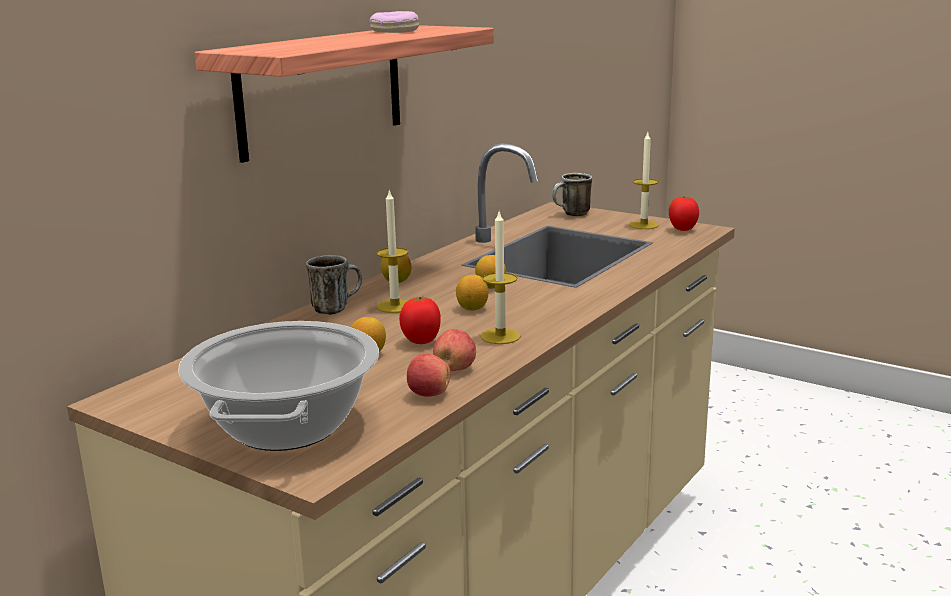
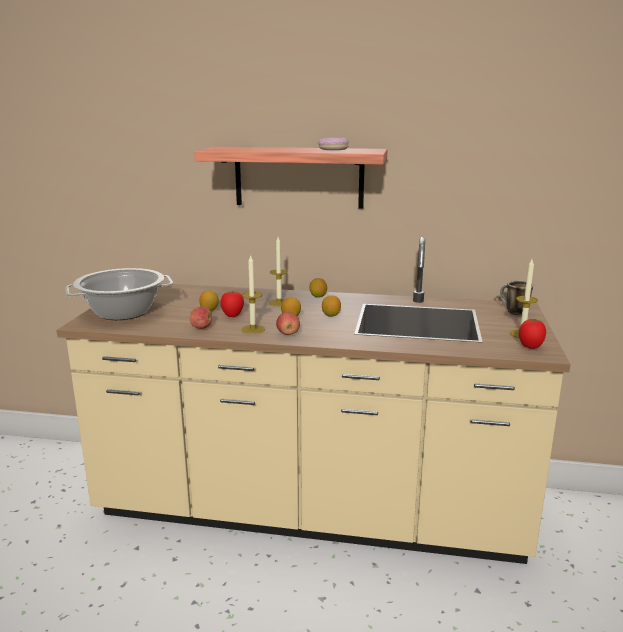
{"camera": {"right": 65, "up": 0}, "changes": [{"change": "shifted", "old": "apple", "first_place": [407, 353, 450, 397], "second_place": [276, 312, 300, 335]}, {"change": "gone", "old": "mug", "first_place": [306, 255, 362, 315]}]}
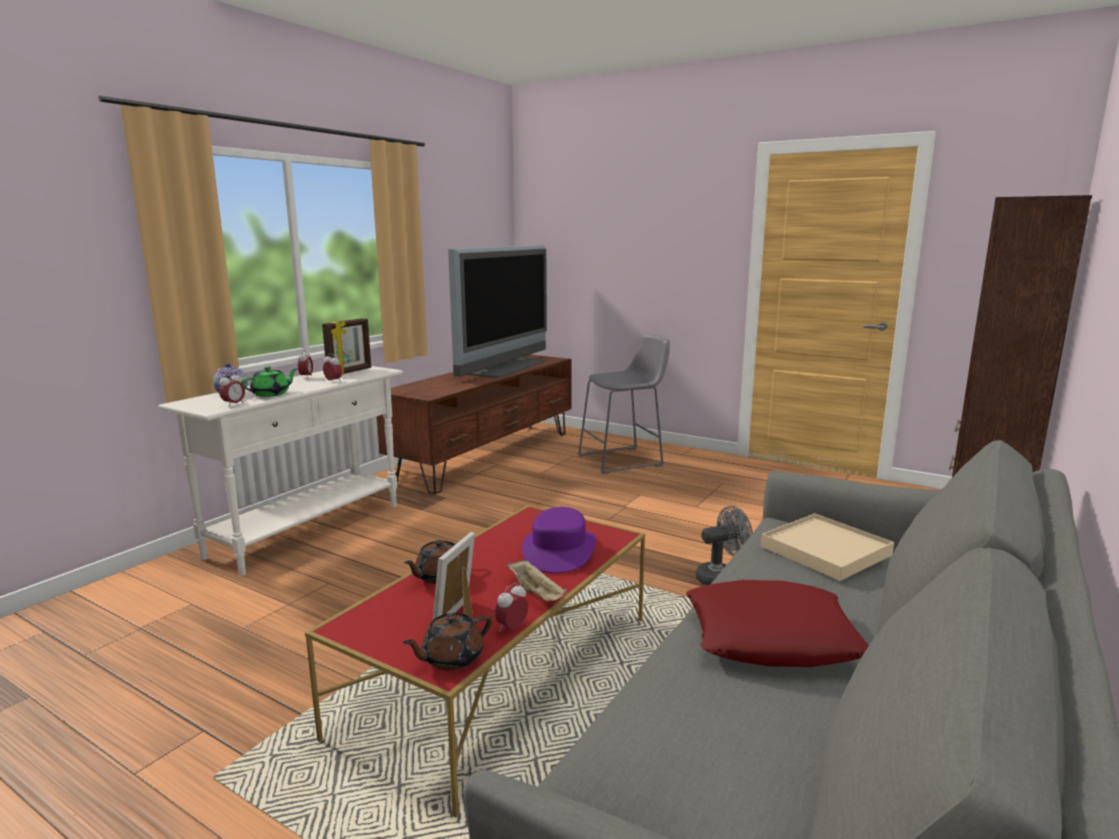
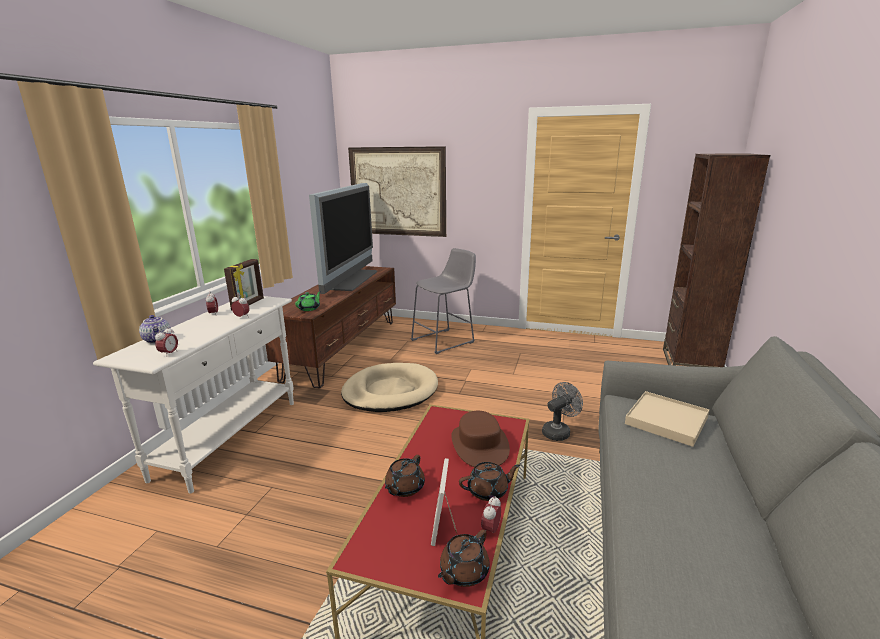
{"camera": {"right": -15, "up": 5}, "changes": [{"change": "shifted", "old": "teapot (green)", "first_place": [241, 367, 297, 397], "second_place": [295, 291, 321, 311]}, {"change": "new", "new": "dog bed (beige)", "second_place": [341, 363, 438, 412]}, {"change": "new", "new": "picture", "second_place": [348, 146, 446, 237]}, {"change": "repainted", "old": "hat (purple)", "new": "hat (brown)", "first_place": [522, 507, 596, 573], "second_place": [451, 411, 510, 467]}, {"change": "swapped", "old": "tray (beige)", "new": "teapot (brown)", "first_place": [507, 559, 567, 601], "second_place": [459, 462, 520, 501]}, {"change": "gone", "old": "pillow (red)", "first_place": [686, 580, 869, 667]}]}
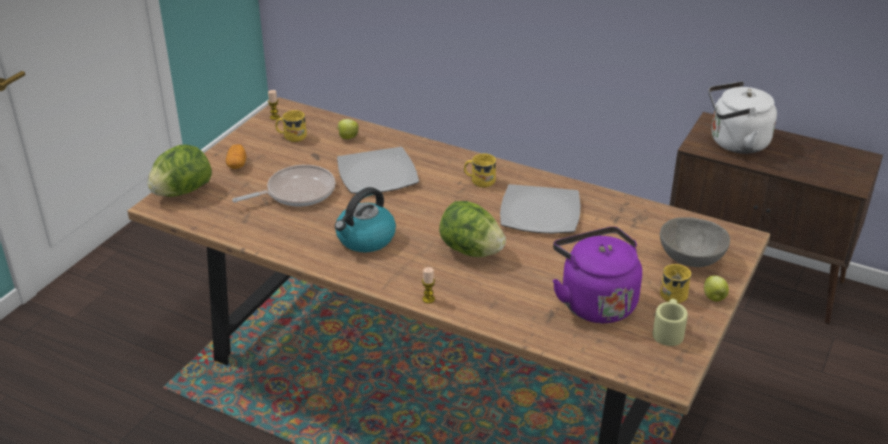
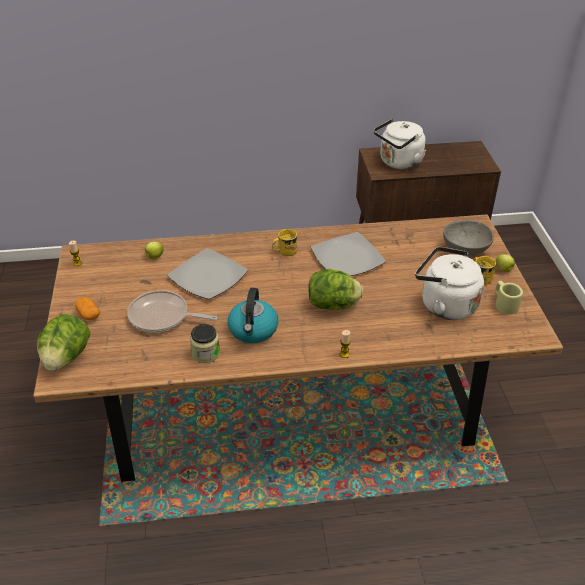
{"camera": {"right": -35, "up": 5}, "changes": [{"change": "rotated", "old": "frying pan", "first_place": [232, 165, 335, 206], "second_place": [127, 290, 217, 333], "degrees": -105}, {"change": "new", "new": "jar", "second_place": [190, 324, 220, 363]}, {"change": "repainted", "old": "kettle (purple)", "new": "kettle (white)", "first_place": [552, 227, 642, 323], "second_place": [415, 247, 484, 320]}, {"change": "gone", "old": "mug (yellow)", "first_place": [275, 110, 307, 142]}]}
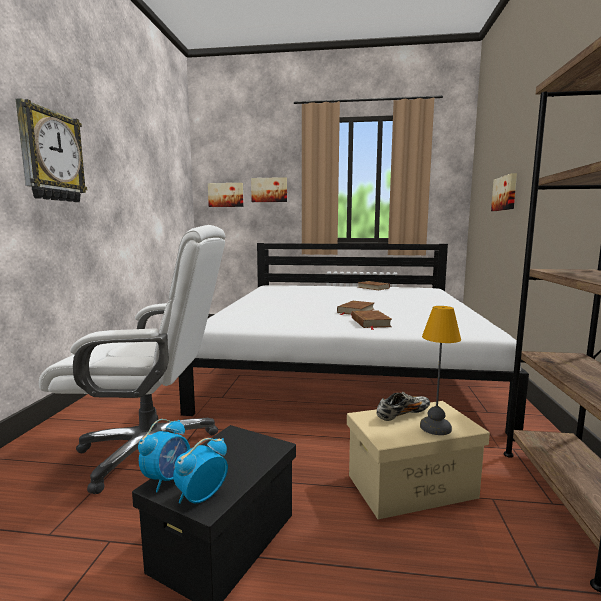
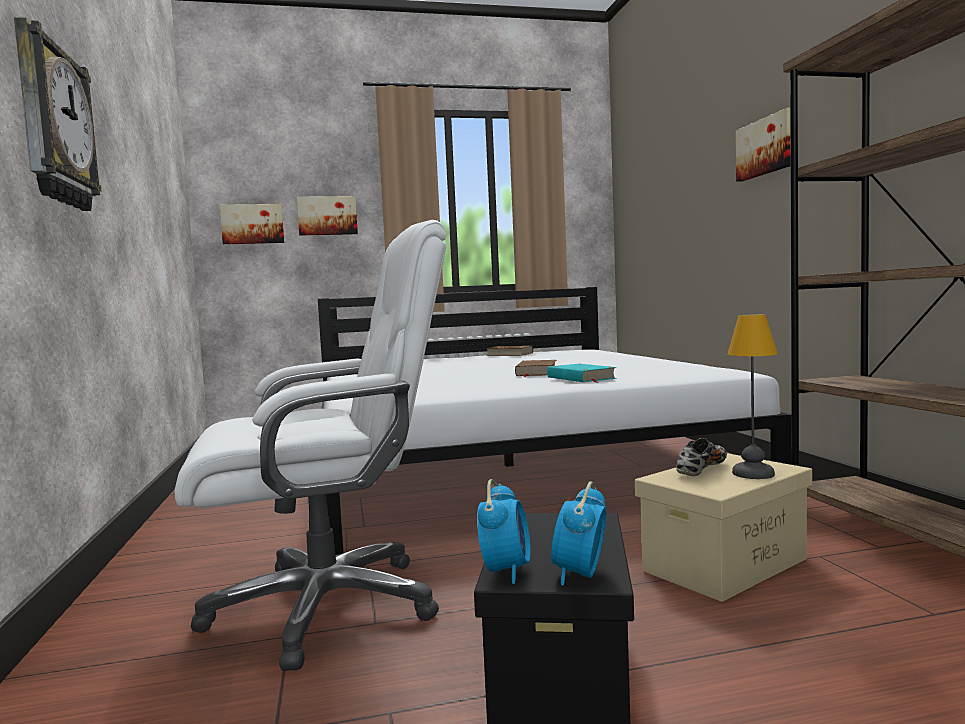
{"camera": {"right": -20, "up": -5}, "changes": [{"change": "repainted", "old": "book (brown)", "new": "book (turquoise)", "first_place": [352, 310, 392, 330], "second_place": [547, 364, 616, 383]}, {"change": "shifted", "old": "picture", "first_place": [491, 173, 517, 211], "second_place": [736, 107, 790, 181]}]}
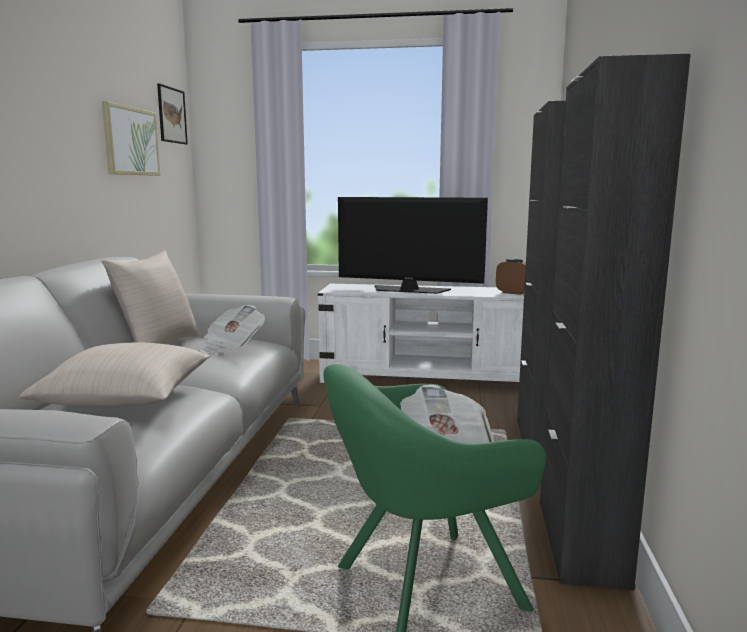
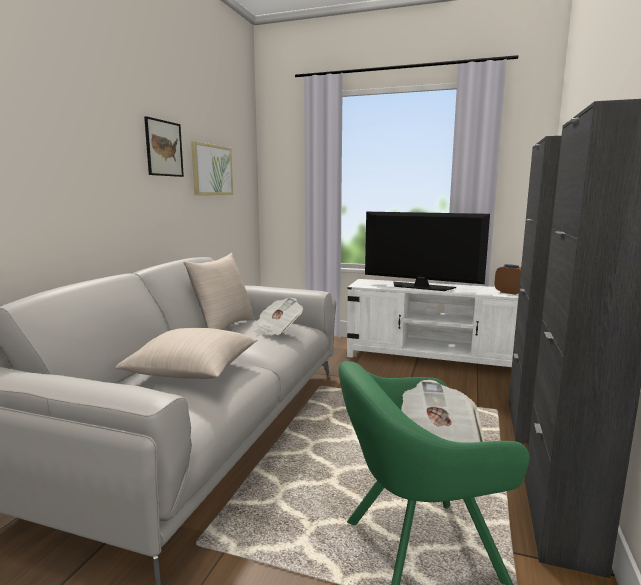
{"camera": {"right": 10, "up": 0}, "changes": [{"change": "shifted", "old": "picture", "first_place": [157, 83, 188, 144], "second_place": [144, 116, 184, 177]}]}
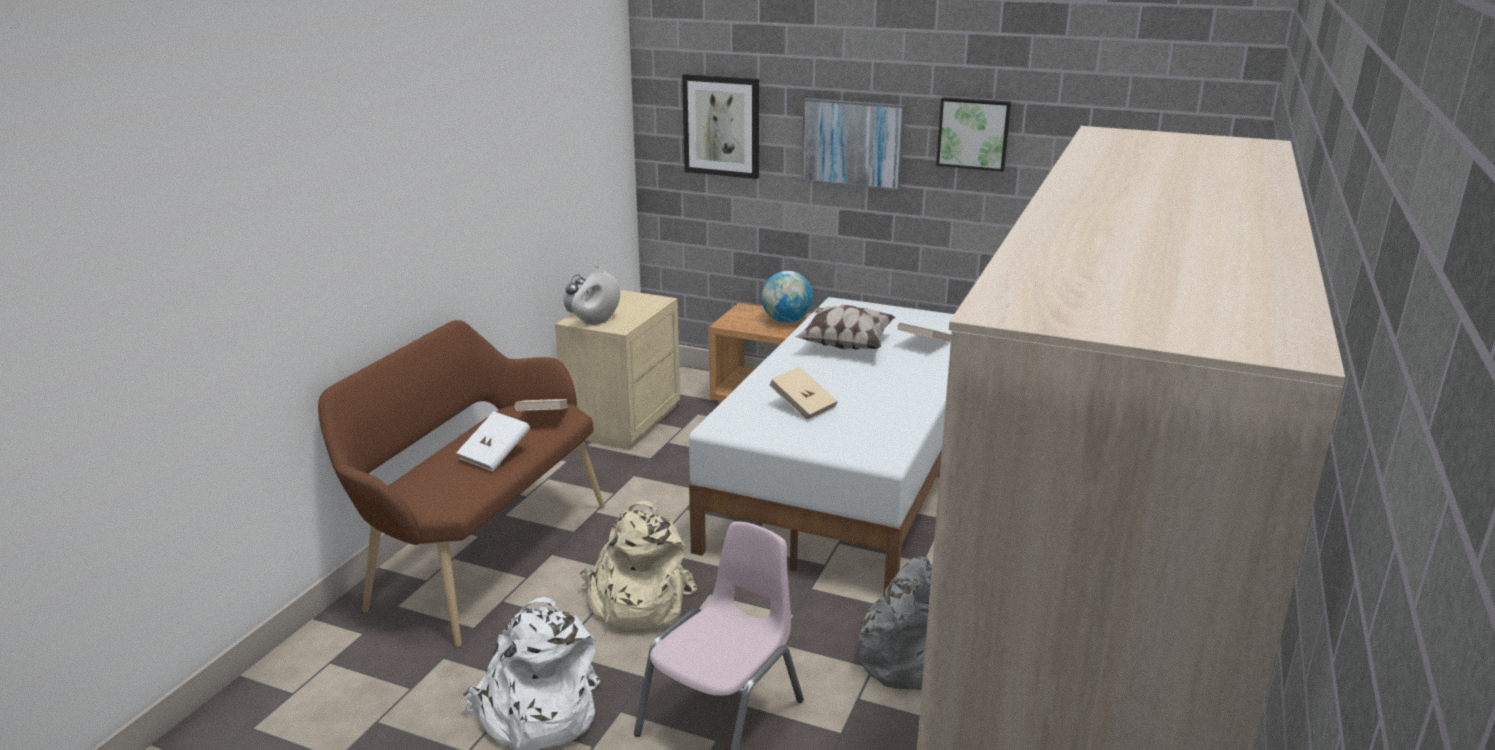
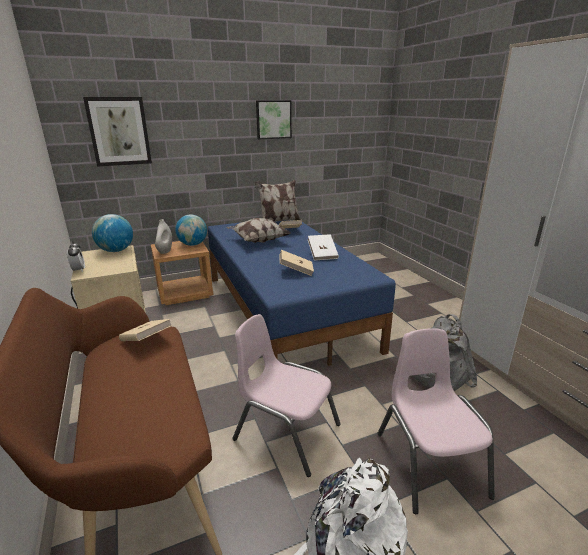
{"camera": {"right": -45, "up": 0}, "changes": [{"change": "new", "new": "globe", "second_place": [92, 214, 133, 252]}, {"change": "shifted", "old": "vase (white)", "first_place": [571, 266, 620, 325], "second_place": [155, 219, 172, 254]}, {"change": "repainted", "old": "bed (white)", "new": "bed (blue)", "first_place": [689, 297, 954, 597], "second_place": [208, 220, 396, 366]}, {"change": "swapped", "old": "backpack (beige)", "new": "chair (pink)", "first_place": [580, 501, 697, 630], "second_place": [232, 314, 341, 477]}, {"change": "new", "new": "pillow", "second_place": [254, 180, 301, 222]}, {"change": "shifted", "old": "book (white)", "first_place": [456, 411, 530, 472], "second_place": [307, 234, 339, 261]}, {"change": "gone", "old": "picture", "first_place": [802, 98, 905, 191]}]}
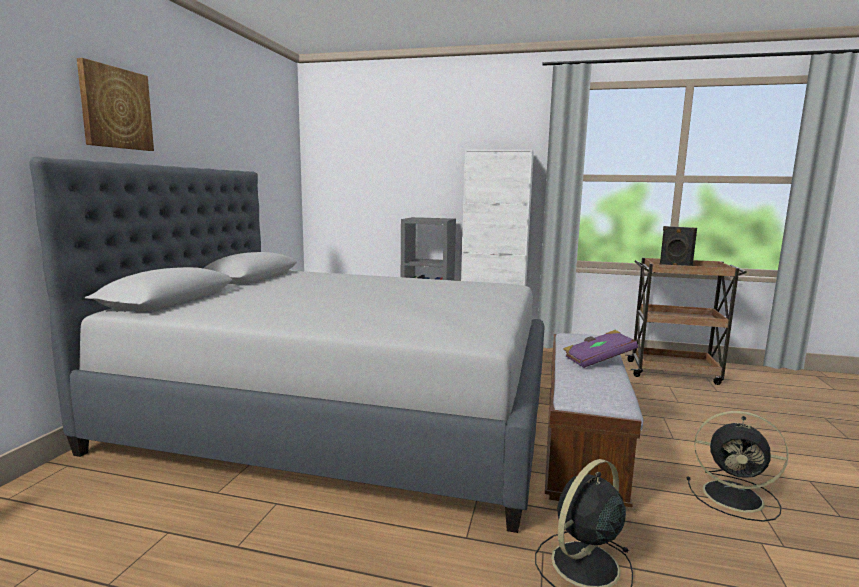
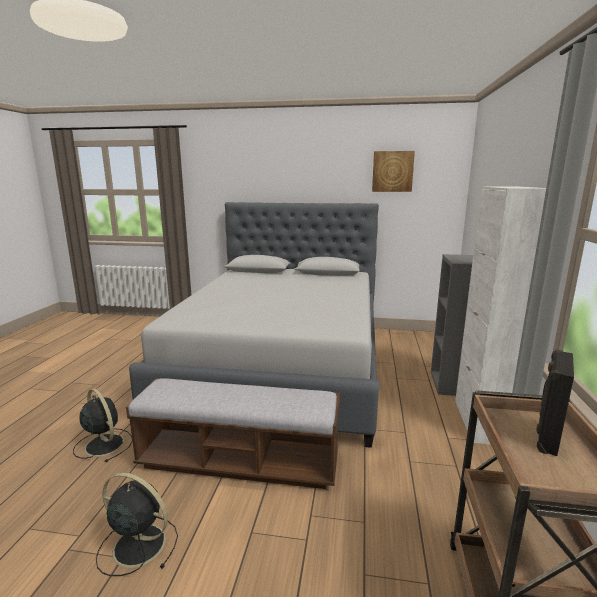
{"camera": {"right": 85, "up": 5}, "changes": [{"change": "rotated", "old": "fan (black)", "first_place": [687, 411, 789, 522], "second_place": [96, 472, 178, 576], "degrees": 90}, {"change": "shifted", "old": "picture", "first_place": [77, 58, 154, 151], "second_place": [372, 151, 415, 192]}, {"change": "gone", "old": "book (purple)", "first_place": [564, 330, 638, 368]}]}
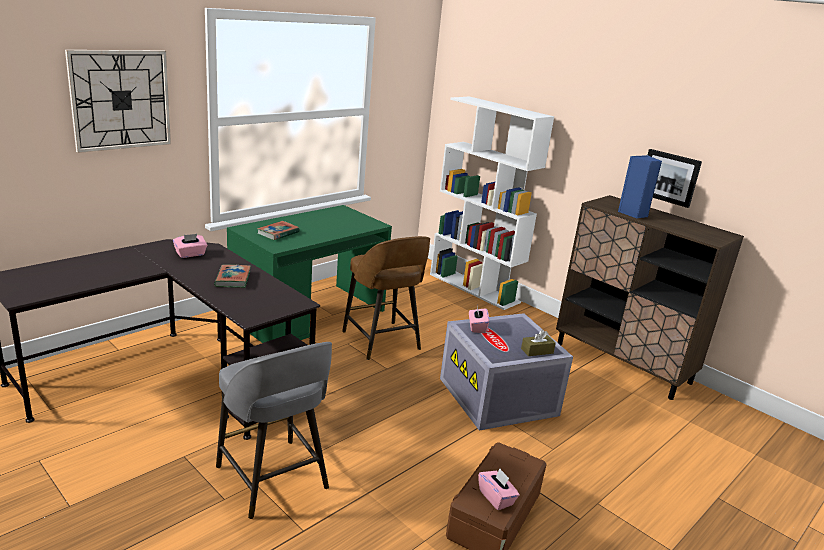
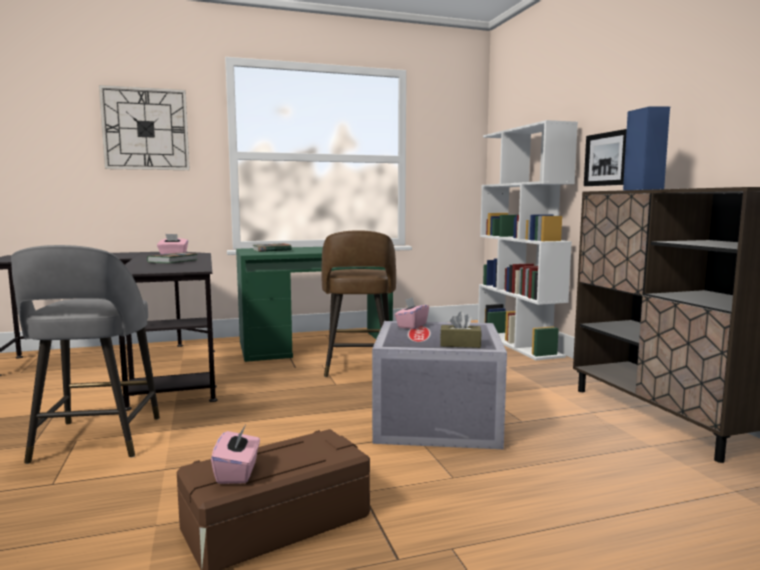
{"camera": {"right": 30, "up": -15}, "changes": [{"change": "shifted", "old": "picture", "first_place": [648, 149, 702, 208], "second_place": [584, 129, 627, 186]}]}
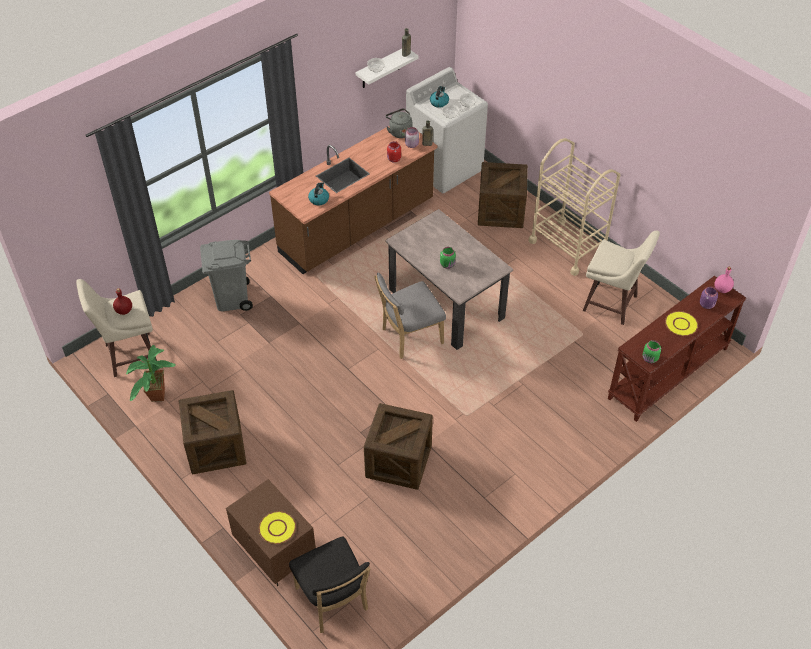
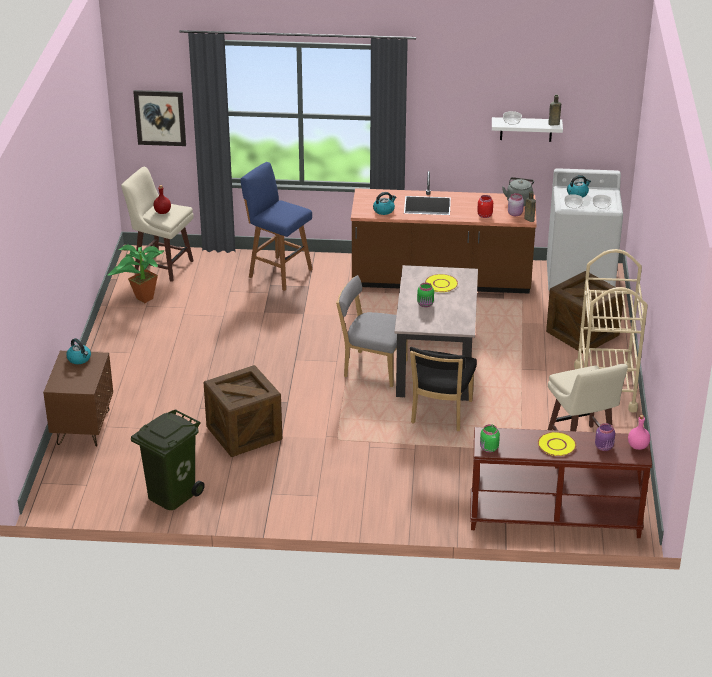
{"camera": {"right": 45, "up": -15}, "changes": [{"change": "new", "new": "kettle", "second_place": [66, 338, 91, 364]}, {"change": "new", "new": "trash can (green)", "second_place": [131, 409, 205, 510]}, {"change": "new", "new": "picture", "second_place": [133, 90, 186, 146]}, {"change": "swapped", "old": "trash can (grey)", "new": "stool (blue)", "first_place": [200, 240, 253, 311], "second_place": [240, 162, 313, 291]}, {"change": "shifted", "old": "chair (black)", "first_place": [289, 537, 371, 633], "second_place": [410, 347, 477, 431]}, {"change": "shifted", "old": "plate (yellow)", "first_place": [259, 511, 296, 544], "second_place": [425, 274, 458, 292]}, {"change": "gone", "old": "crate", "first_place": [179, 390, 246, 474]}]}
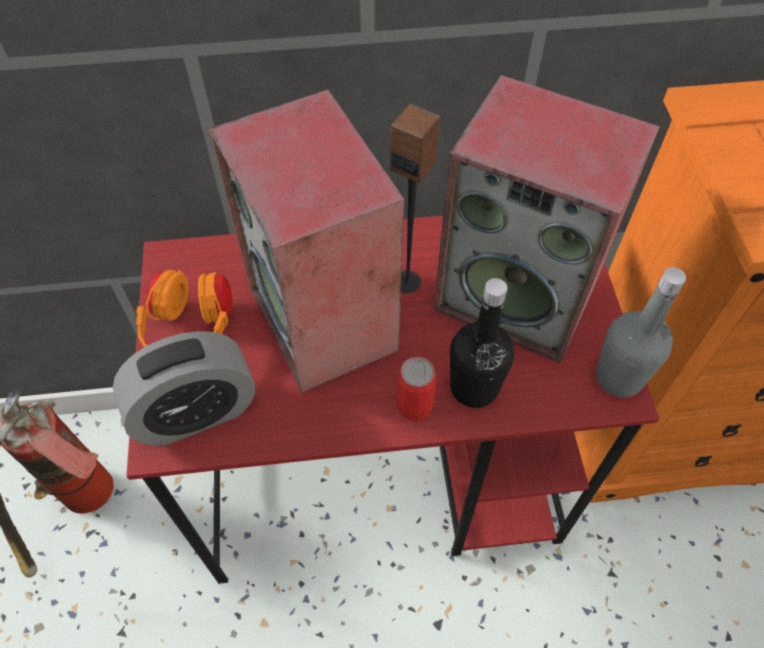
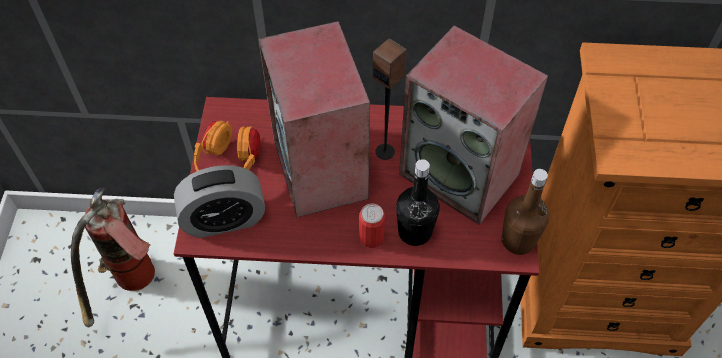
{"camera": {"right": 10, "up": 0}, "changes": [{"change": "repainted", "old": "bottle (grey)", "new": "bottle (brown)", "first_place": [596, 267, 686, 397], "second_place": [501, 169, 549, 255]}]}
